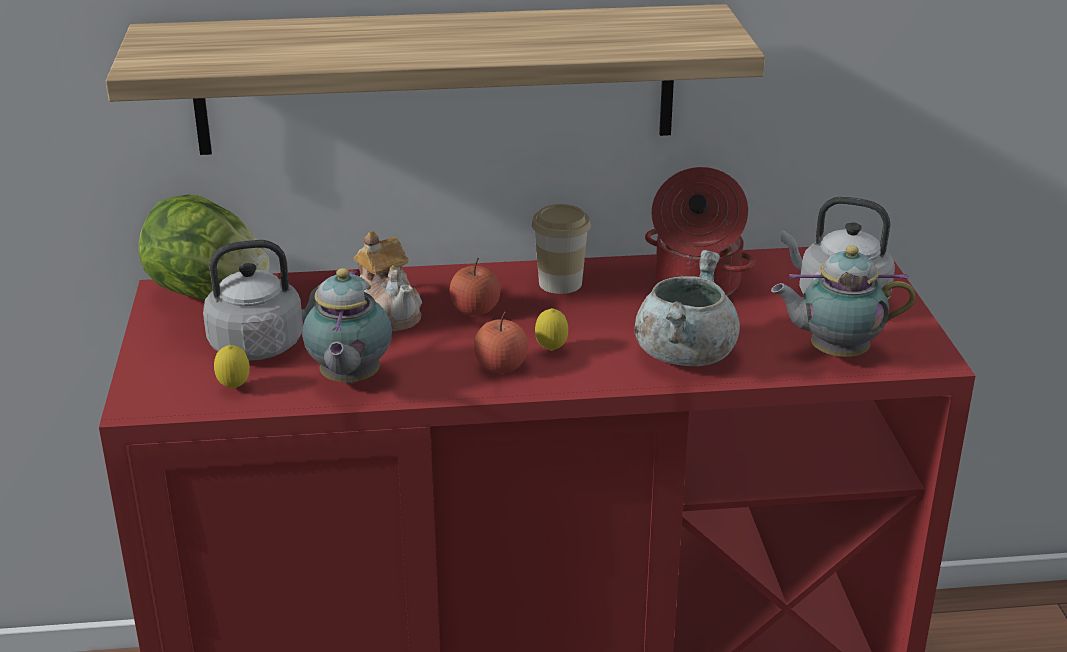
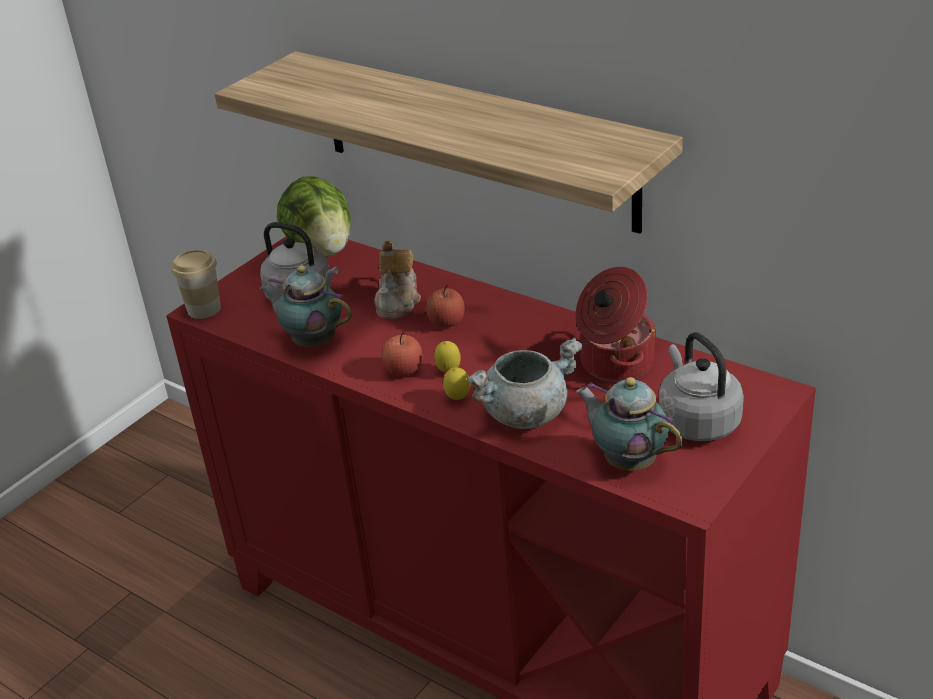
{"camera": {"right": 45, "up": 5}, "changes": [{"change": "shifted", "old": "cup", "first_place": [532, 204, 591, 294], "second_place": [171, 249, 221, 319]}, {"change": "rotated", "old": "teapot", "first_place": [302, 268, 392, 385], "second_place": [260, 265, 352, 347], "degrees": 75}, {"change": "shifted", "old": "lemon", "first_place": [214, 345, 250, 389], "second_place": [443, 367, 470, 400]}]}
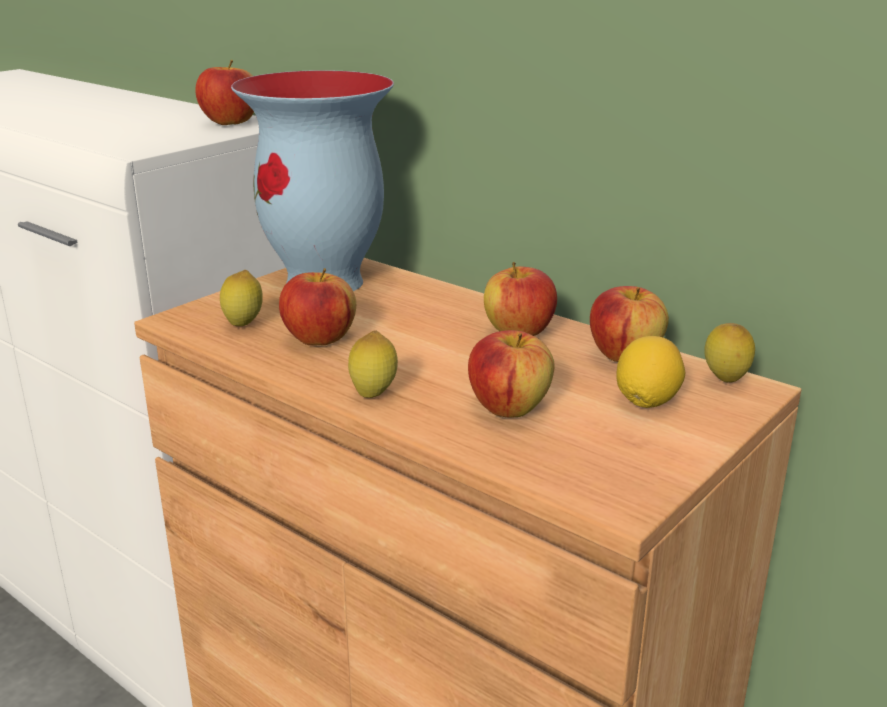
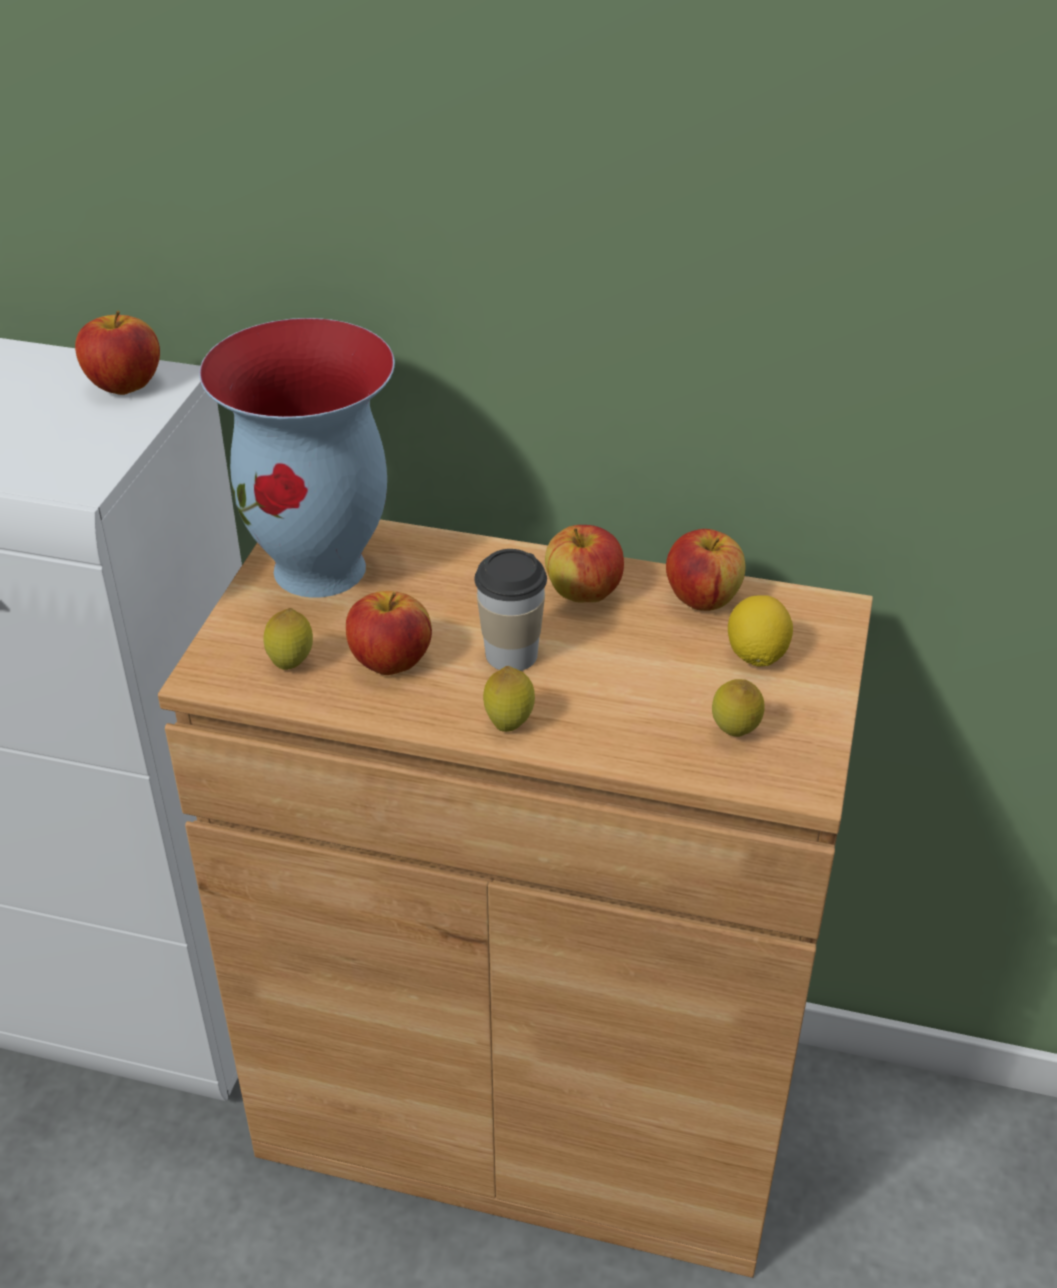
{"camera": {"right": -25, "up": 15}, "changes": [{"change": "new", "new": "cup", "second_place": [474, 549, 547, 671]}, {"change": "shifted", "old": "lemon", "first_place": [704, 323, 755, 382], "second_place": [712, 679, 765, 737]}, {"change": "gone", "old": "apple", "first_place": [468, 330, 555, 417]}]}
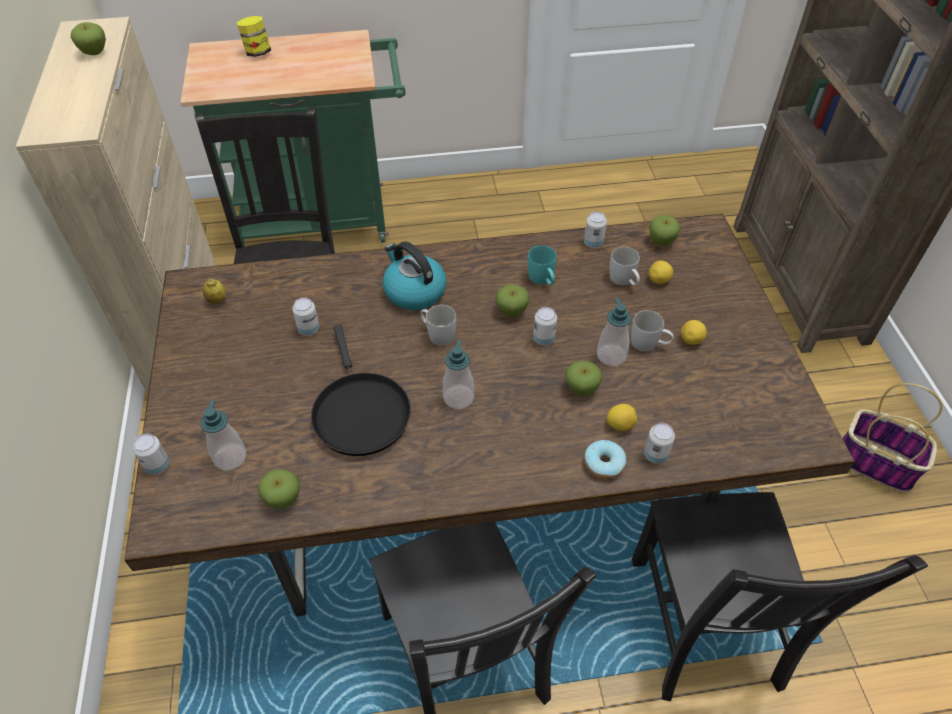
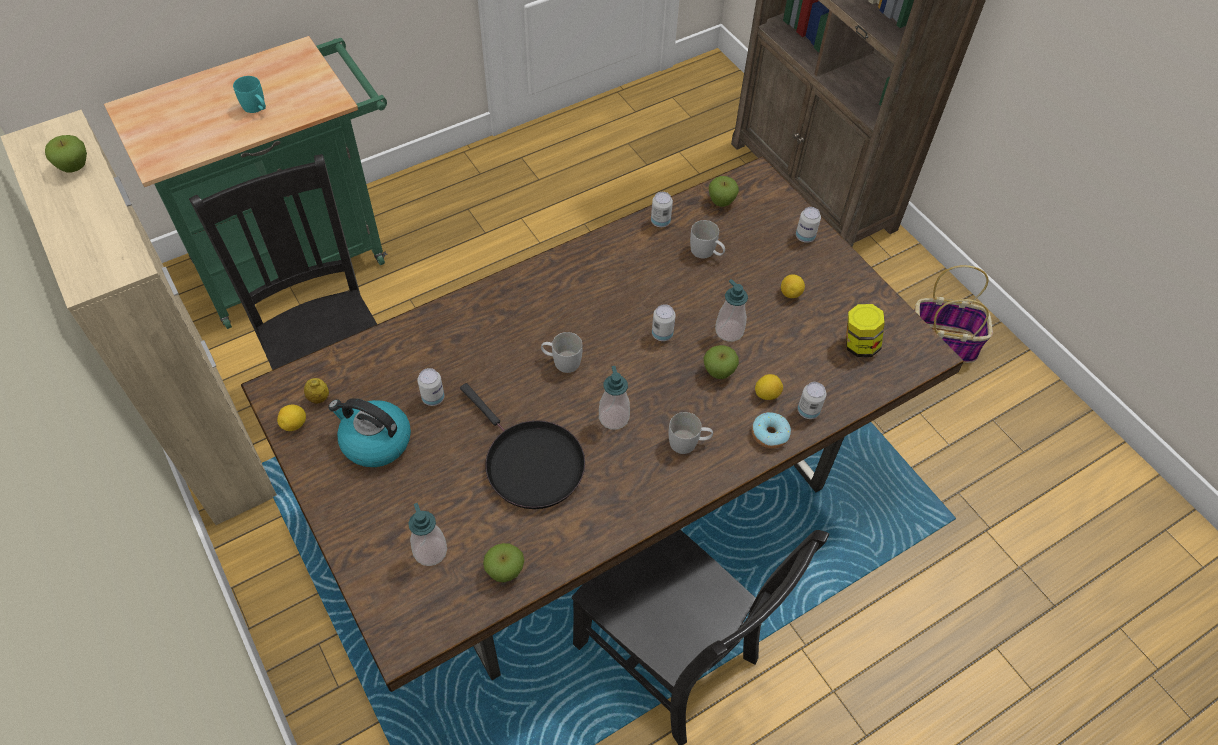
{"camera": {"right": -25, "up": 5}, "changes": [{"change": "shifted", "old": "mug (turquoise)", "first_place": [528, 245, 556, 285], "second_place": [233, 76, 266, 113]}, {"change": "shifted", "old": "lemon", "first_place": [649, 261, 673, 284], "second_place": [277, 405, 306, 431]}, {"change": "shifted", "old": "kettle", "first_place": [383, 241, 447, 310], "second_place": [328, 398, 411, 467]}, {"change": "shifted", "old": "mug (white)", "first_place": [631, 310, 674, 352], "second_place": [669, 412, 713, 454]}, {"change": "shifted", "old": "can", "first_place": [133, 433, 169, 475], "second_place": [796, 207, 821, 243]}, {"change": "shifted", "old": "jar", "first_place": [237, 16, 271, 57], "second_place": [846, 304, 885, 357]}, {"change": "gone", "old": "apple", "first_place": [496, 285, 530, 317]}, {"change": "gone", "old": "chair (black)", "first_place": [632, 492, 928, 701]}]}
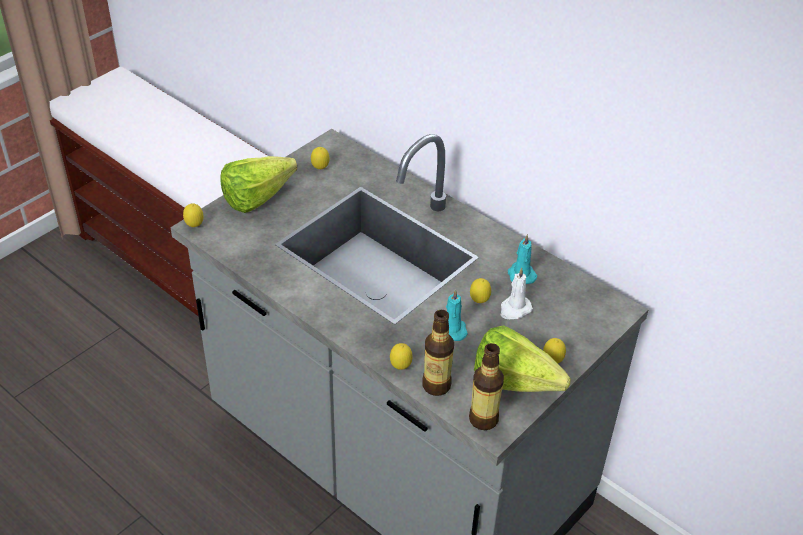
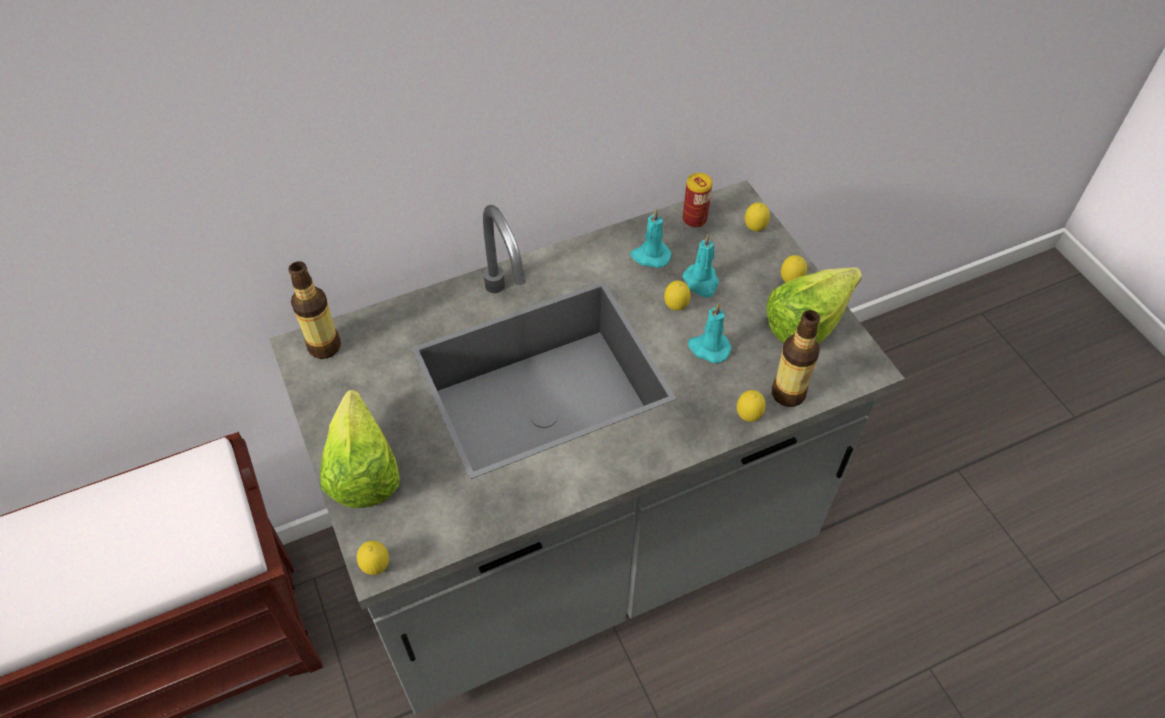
{"camera": {"right": -65, "up": 10}, "changes": [{"change": "shifted", "old": "bottle", "first_place": [469, 343, 504, 430], "second_place": [288, 261, 341, 359]}, {"change": "repainted", "old": "candle (white)", "new": "candle (turquoise)", "first_place": [501, 267, 533, 319], "second_place": [682, 234, 719, 298]}, {"change": "new", "new": "can", "second_place": [683, 173, 712, 228]}, {"change": "shifted", "old": "lemon", "first_place": [311, 147, 330, 169], "second_place": [745, 202, 770, 231]}]}
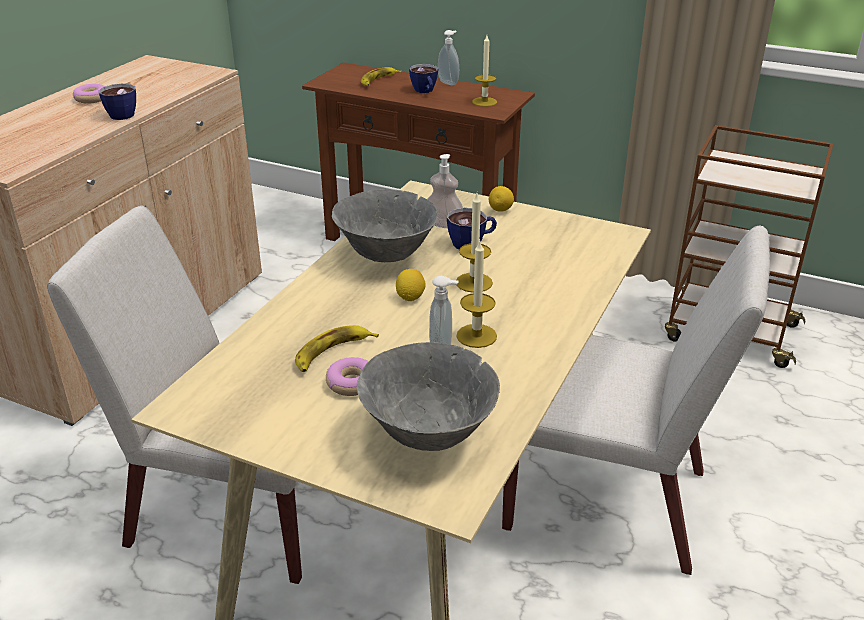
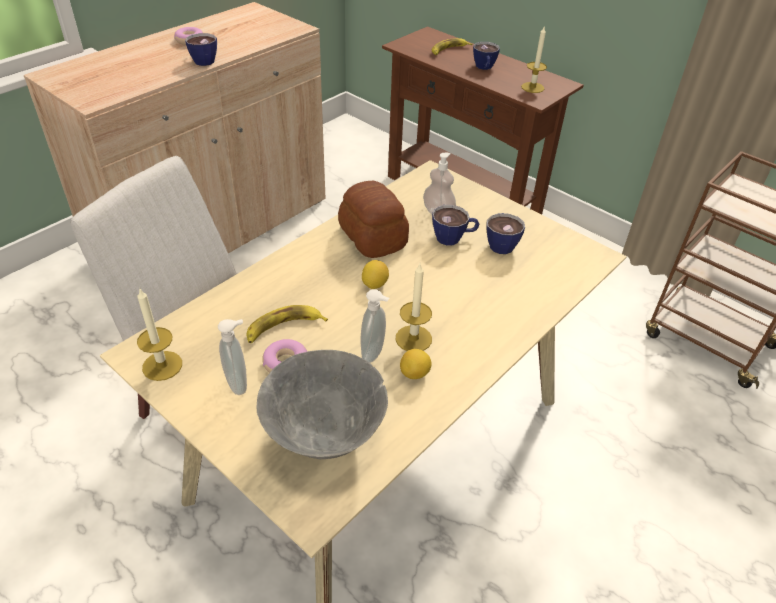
{"camera": {"right": 15, "up": 10}, "changes": [{"change": "shifted", "old": "candle", "first_place": [456, 193, 493, 293], "second_place": [137, 289, 182, 381]}, {"change": "shifted", "old": "soap dispenser", "first_place": [438, 30, 459, 85], "second_place": [218, 319, 247, 395]}, {"change": "swapped", "old": "bowl (grey)", "new": "bread", "first_place": [332, 189, 438, 262], "second_place": [338, 181, 409, 258]}, {"change": "shifted", "old": "lemon", "first_place": [489, 186, 514, 212], "second_place": [400, 349, 432, 379]}, {"change": "new", "new": "cup", "second_place": [486, 213, 525, 254]}, {"change": "gone", "old": "chair (white)", "first_place": [502, 226, 770, 575]}]}
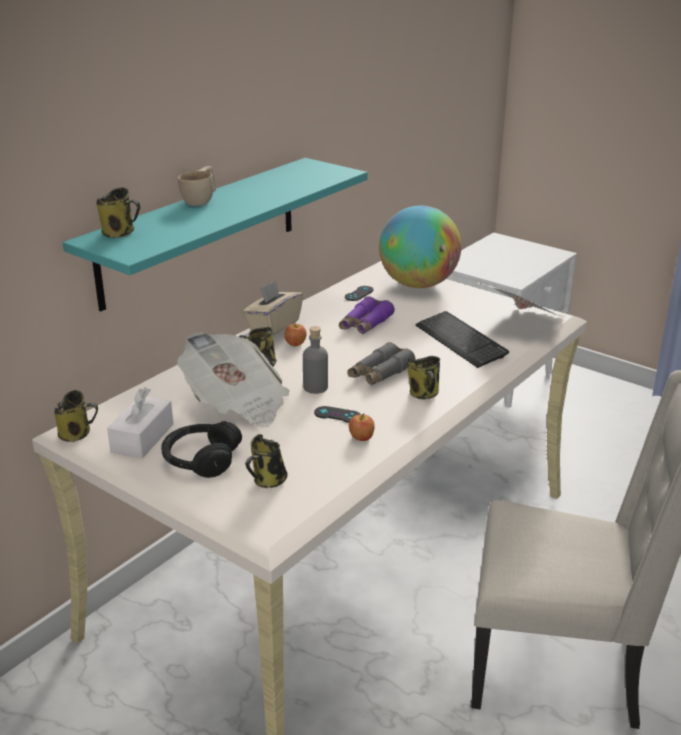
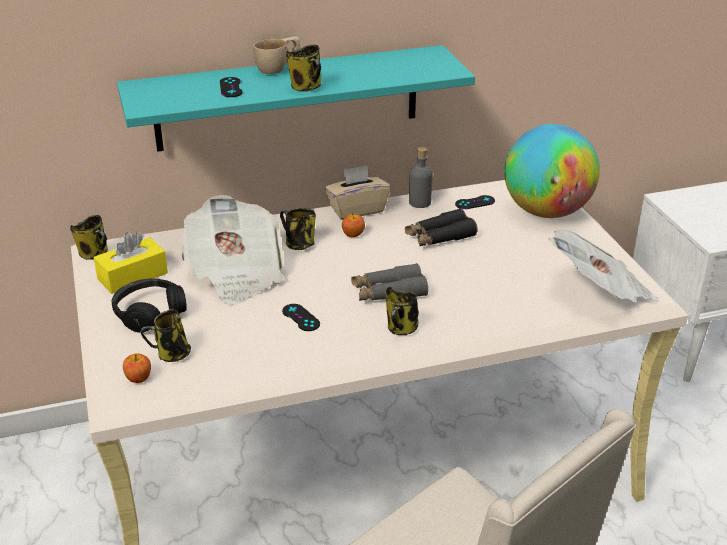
{"camera": {"right": 35, "up": 5}, "changes": [{"change": "repainted", "old": "tissue box (white)", "new": "tissue box (yellow)", "first_place": [107, 387, 173, 459], "second_place": [94, 232, 168, 294]}, {"change": "shifted", "old": "apple", "first_place": [349, 414, 375, 441], "second_place": [123, 354, 151, 383]}, {"change": "new", "new": "game controller (black)", "second_place": [220, 77, 243, 97]}, {"change": "shifted", "old": "mug", "first_place": [96, 187, 140, 238], "second_place": [286, 45, 321, 92]}, {"change": "repainted", "old": "binoculars (purple)", "new": "binoculars (black)", "first_place": [339, 296, 395, 334], "second_place": [405, 208, 477, 246]}, {"change": "shifted", "old": "bottle (grey)", "first_place": [303, 326, 328, 394], "second_place": [409, 147, 433, 208]}, {"change": "gone", "old": "keyboard", "first_place": [415, 311, 509, 368]}]}
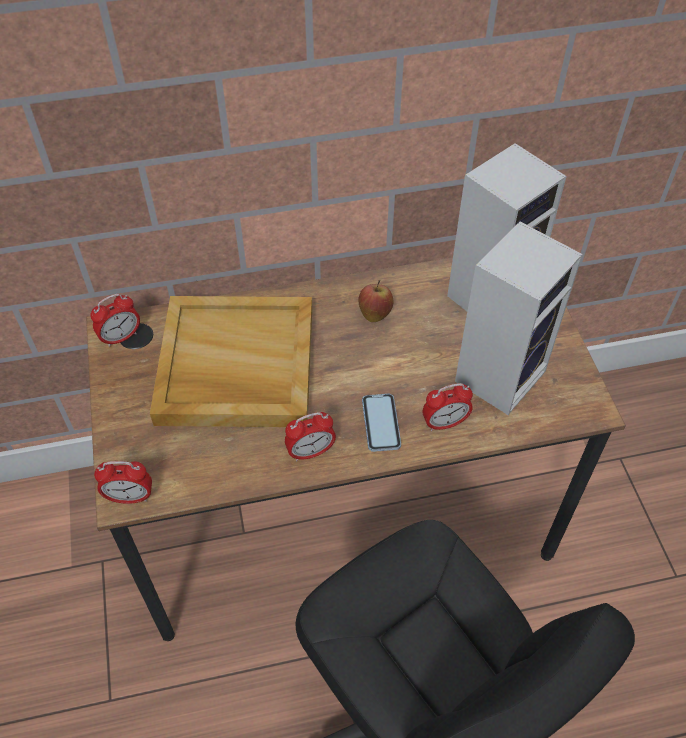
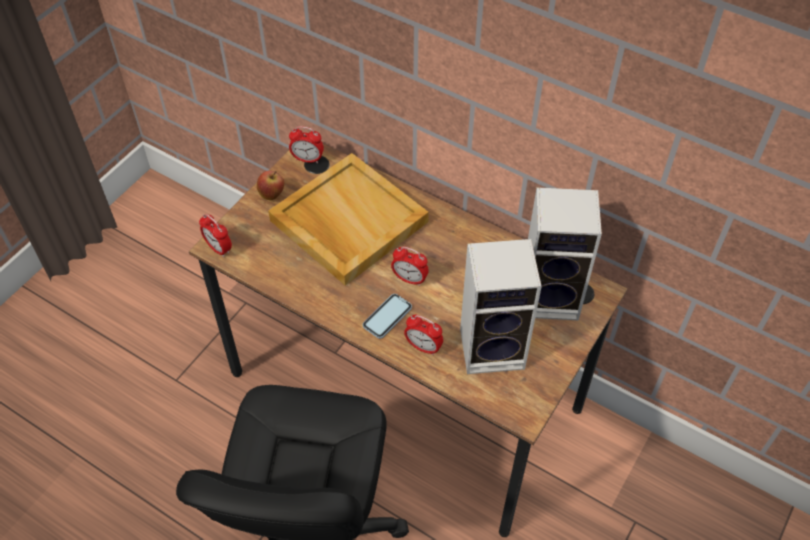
{"camera": {"right": 45, "up": 0}, "changes": [{"change": "shifted", "old": "apple", "first_place": [358, 280, 393, 322], "second_place": [257, 171, 284, 200]}, {"change": "shifted", "old": "alarm clock", "first_place": [285, 412, 336, 461], "second_place": [391, 247, 429, 286]}]}
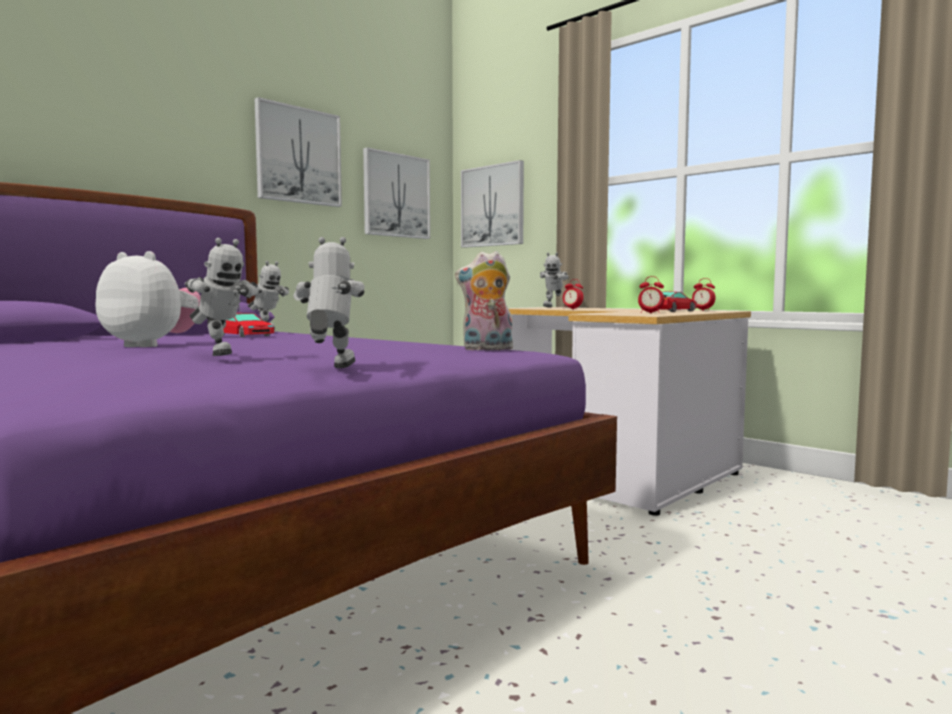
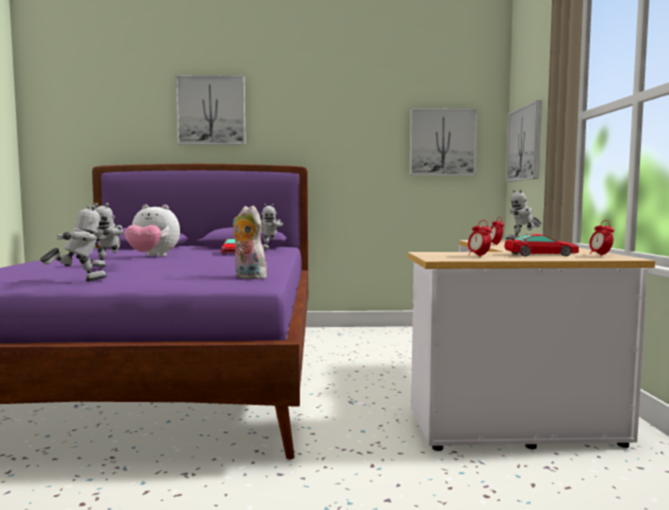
{"camera": {"right": 45, "up": 0}, "changes": [{"change": "rotated", "old": "plush toy", "first_place": [95, 251, 201, 347], "second_place": [125, 205, 180, 256], "degrees": 120}, {"change": "shifted", "old": "picture", "first_place": [255, 97, 342, 207], "second_place": [175, 75, 246, 145]}]}
